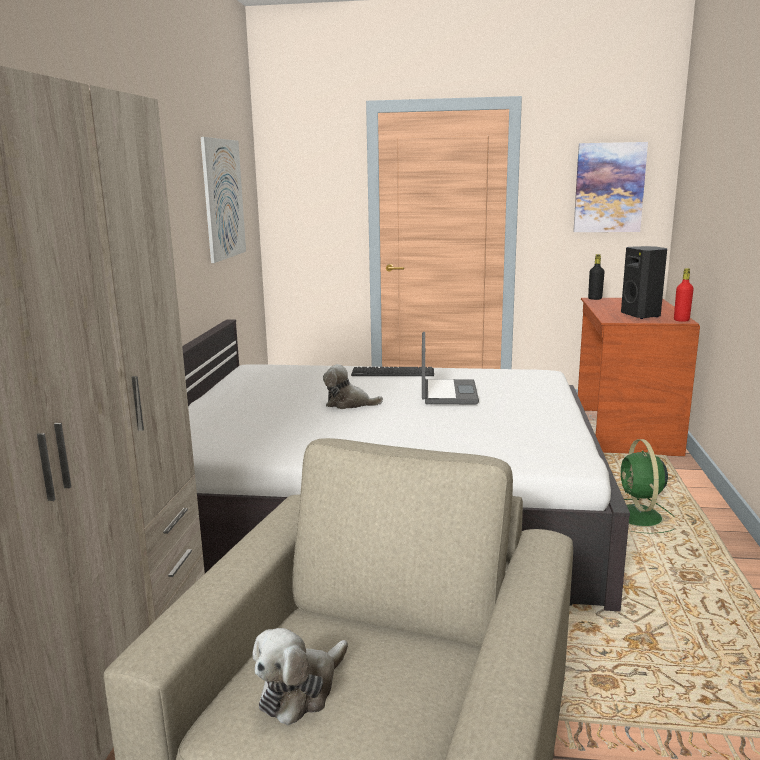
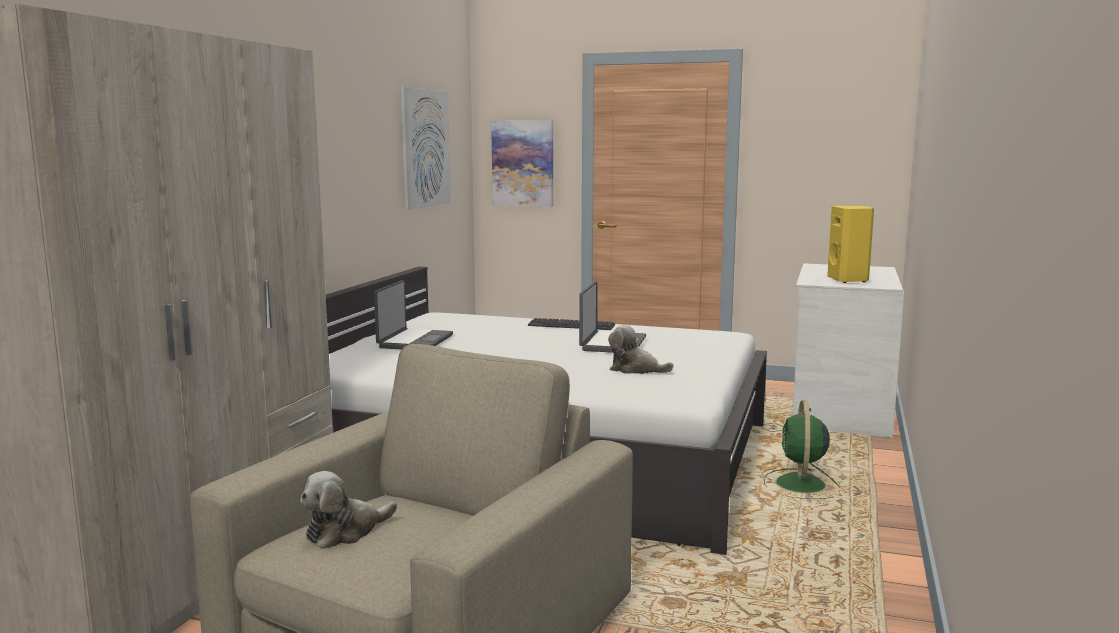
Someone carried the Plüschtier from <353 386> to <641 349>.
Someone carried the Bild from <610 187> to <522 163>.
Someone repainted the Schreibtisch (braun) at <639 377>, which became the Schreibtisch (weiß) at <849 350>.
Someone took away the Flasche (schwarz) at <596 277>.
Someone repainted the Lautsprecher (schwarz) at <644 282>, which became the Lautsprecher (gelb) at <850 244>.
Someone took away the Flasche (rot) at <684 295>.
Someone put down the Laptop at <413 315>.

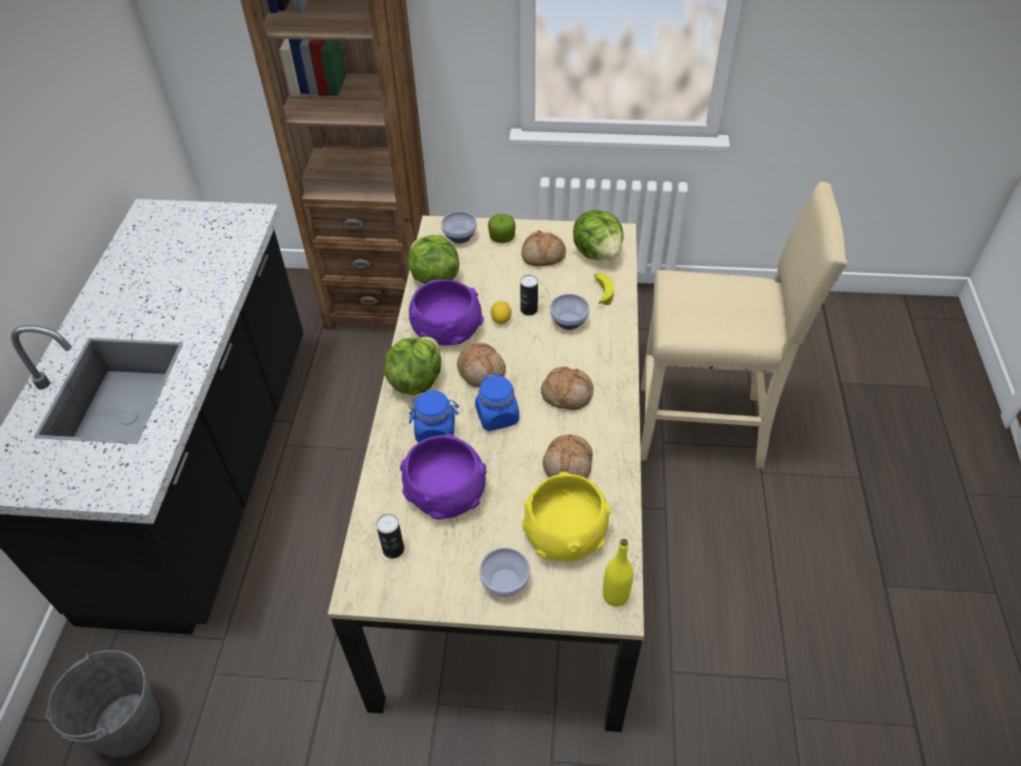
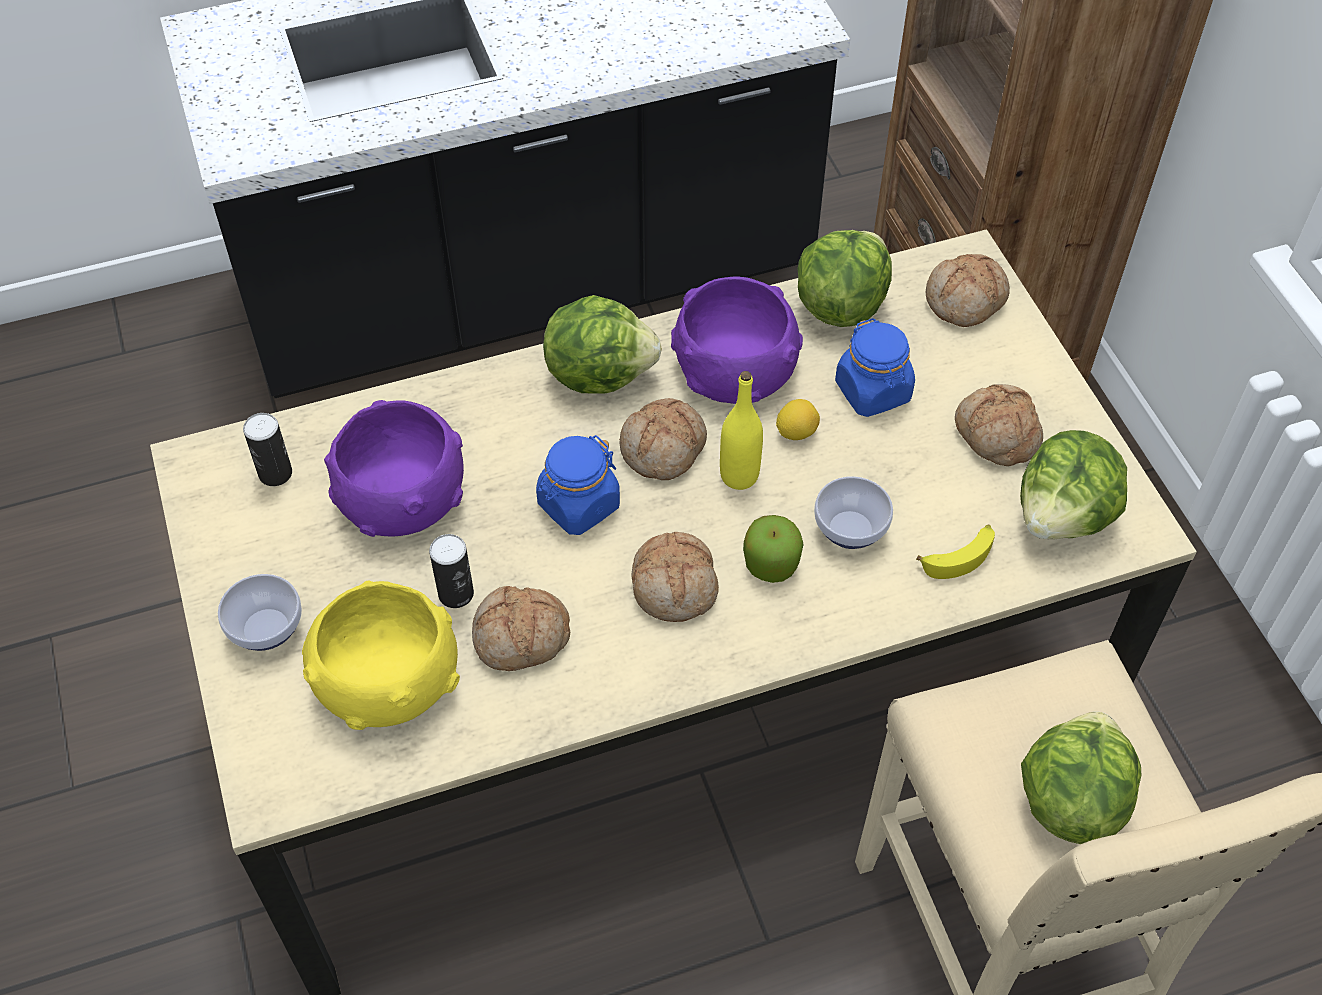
Someone took away the Eimer (grau) at <103 704>.
Someone carried the Vorratsglas (blau) from <434 416> to <875 367>.
Someone swapped the Schüssel at <459 227> for the Brot at <968 290>.
Someone carried the Apfel from <502 228> to <773 549>.
Someone carried the Dose from <529 295> to <451 571>.
Someone carried the Flasche (gelb) from <618 573> to <741 430>.
Someone put down the Salatkopf at <1081 777>.

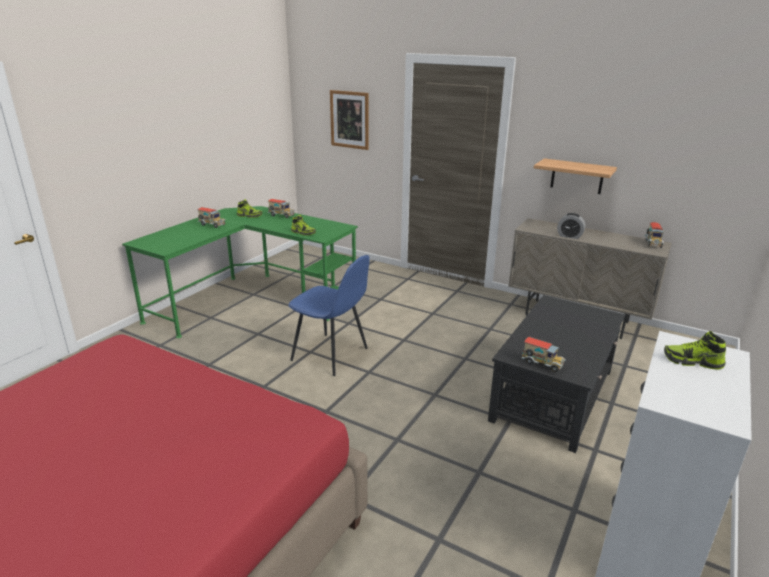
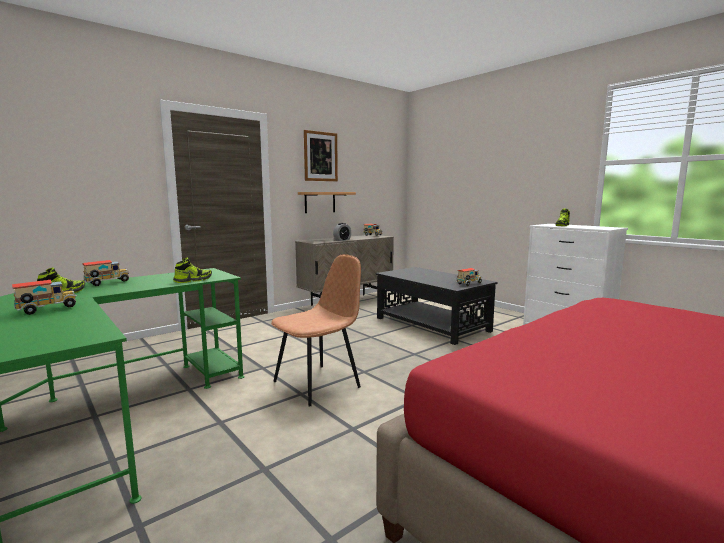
Someone repainted the Stuhl (blau) at <329 315>, which became the Stuhl (braun) at <316 330>.
Someone carried the Bild from <349 120> to <321 155>.

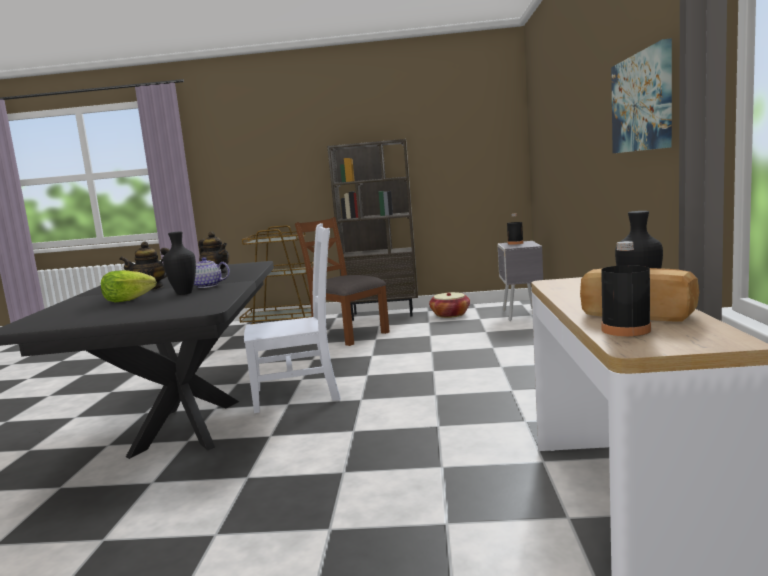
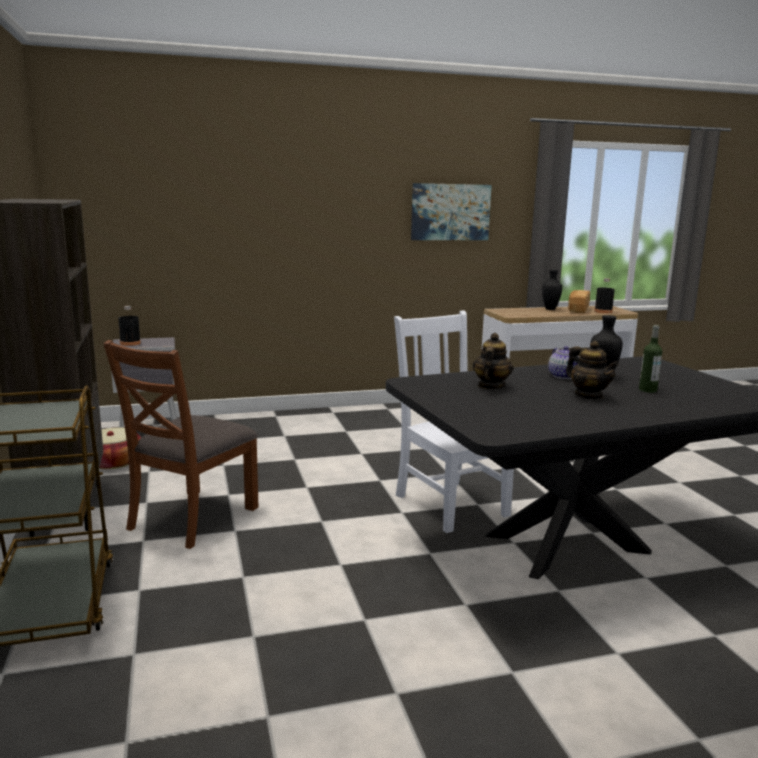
Someone swapped the Salatkopf at <129 286> for the Flasche at <650 359>.

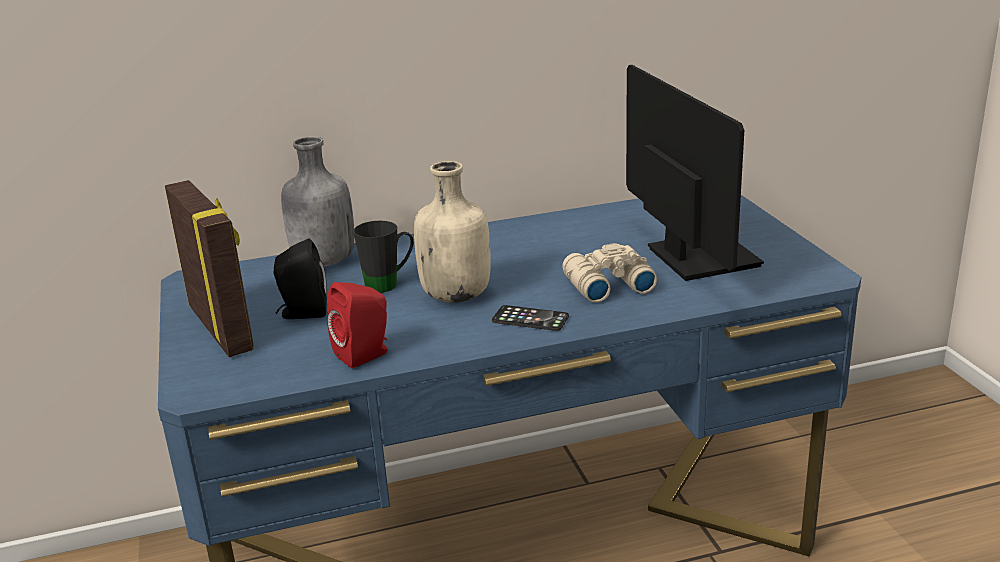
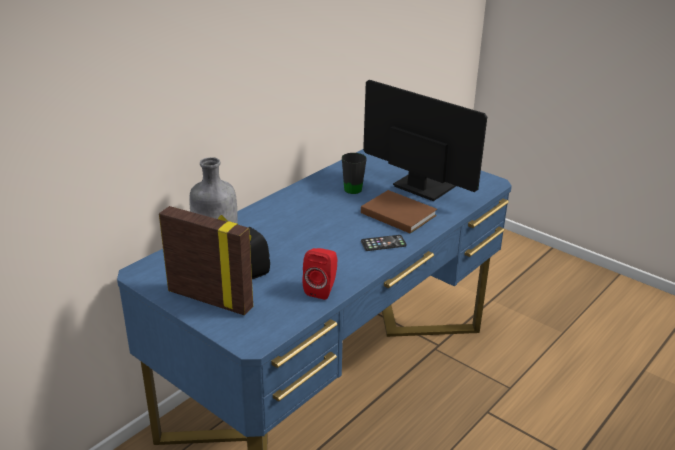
Someone carried the Henkelbecher (schwarz) from <383 257> to <354 173>.
Someone took away the Flasche (beige) at <452 232>.
Someone swapped the Fernglas (beige) at <609 273> for the Buch (braun) at <399 212>.

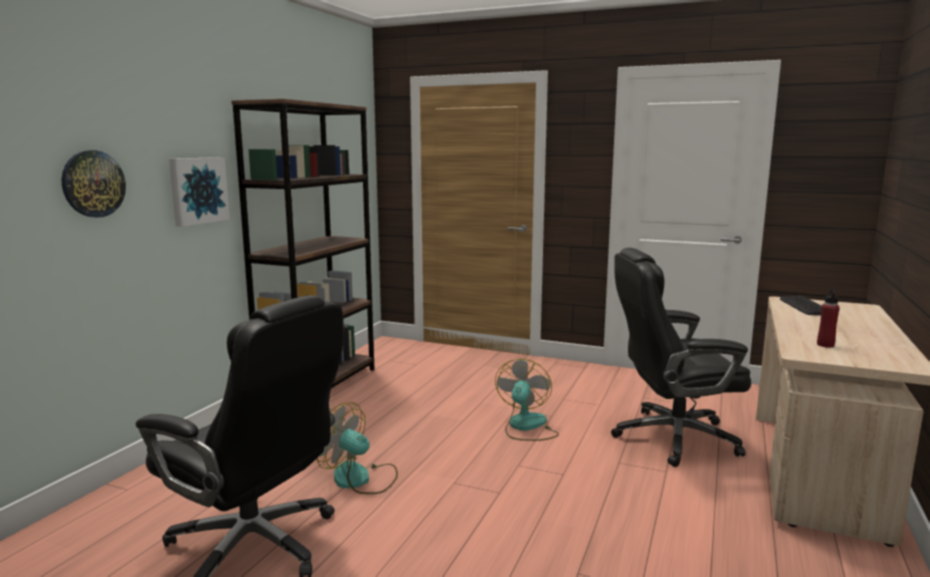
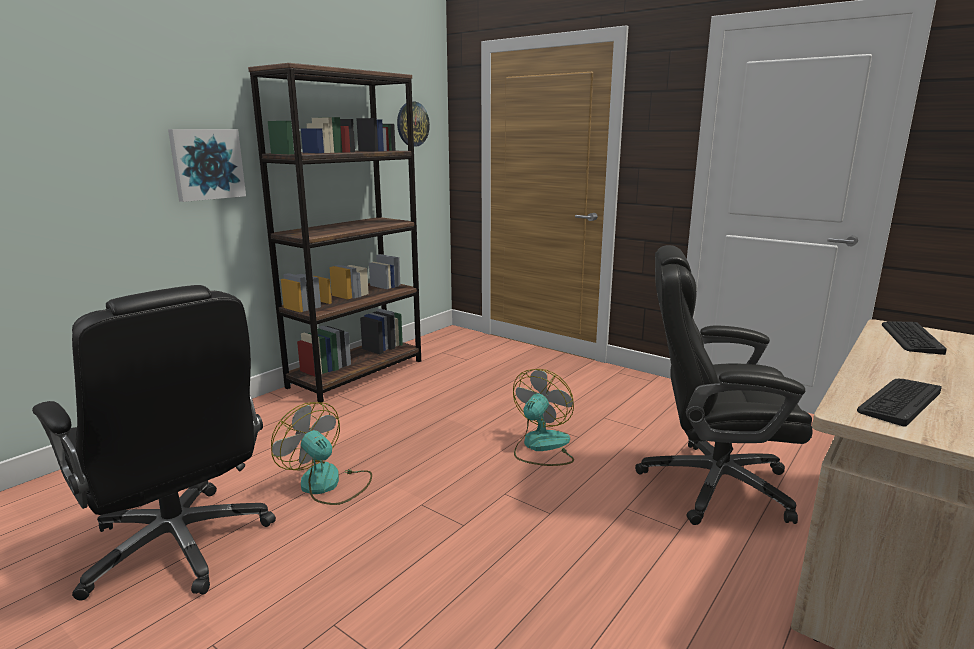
Someone carried the Wanduhr from <94 183> to <413 124>.
Someone swapped the Flasche (rot) at <828 318> for the Tastatur at <899 403>.

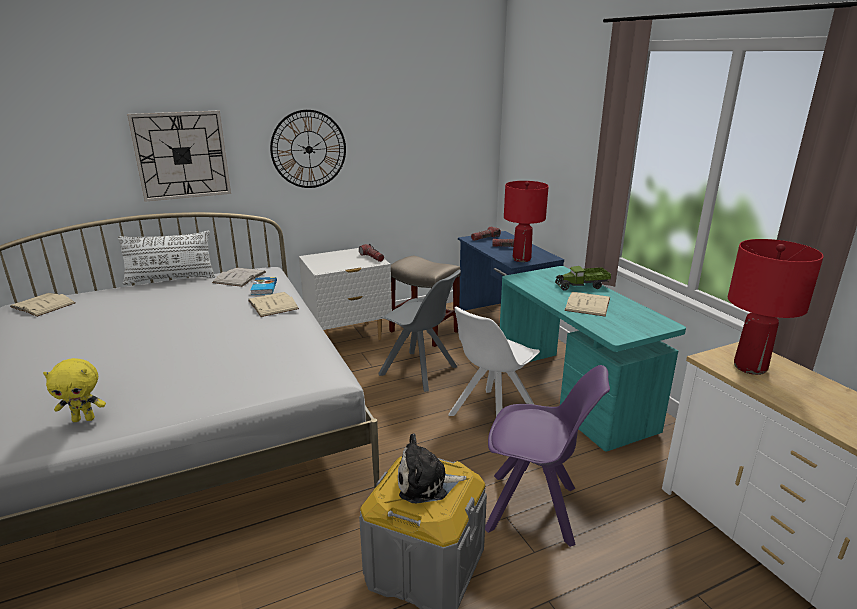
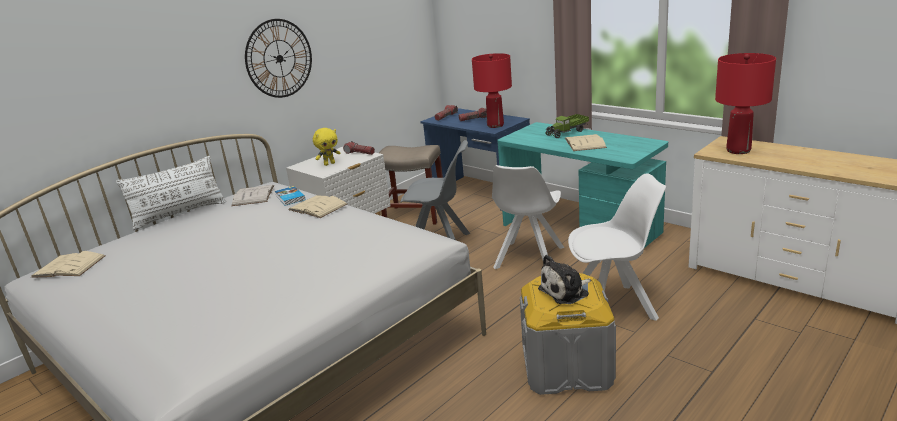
Someone carried the Plüschtier (gelb) from <74 390> to <327 147>.
Someone took away the Wanduhr at <179 156>.
Someone repainted the Stuhl (lila) at <547 456>, which became the Stuhl (weiß) at <617 247>.

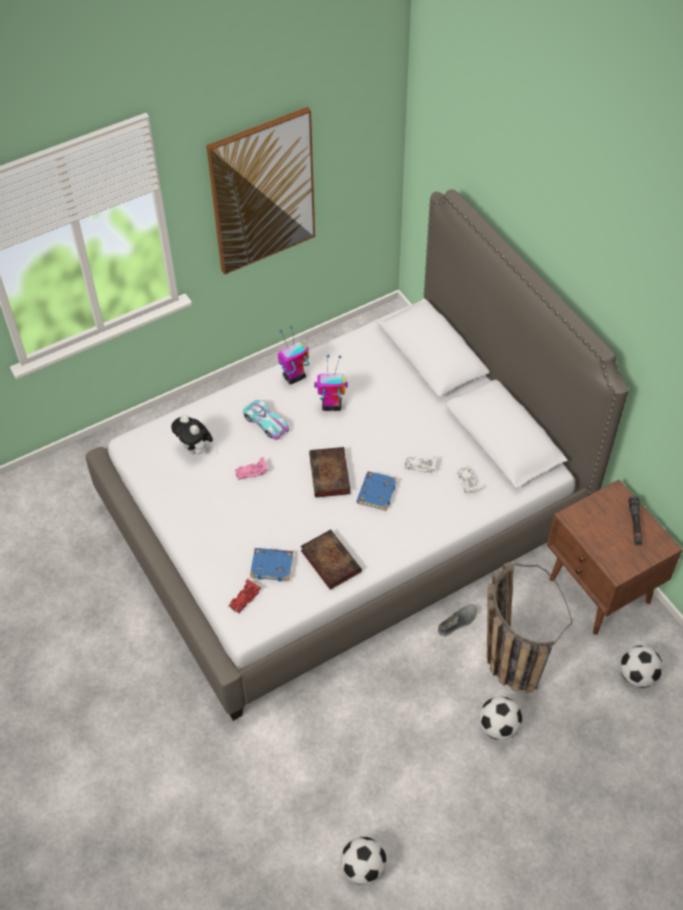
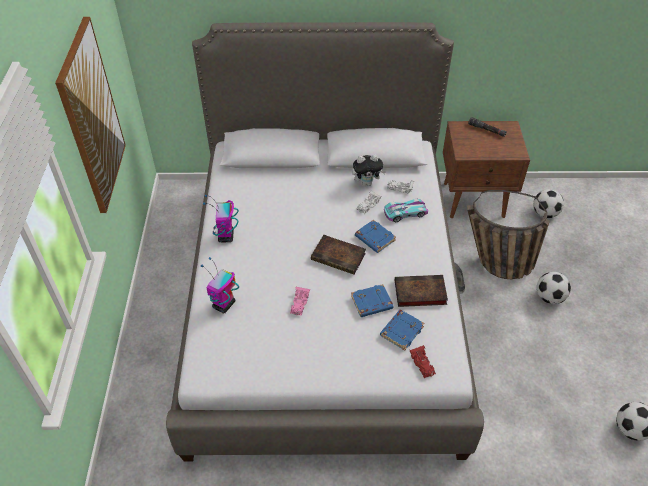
Someone carried the Plüschtier from <192 435> to <369 170>.
Someone carried the Spielzeugauto from <266 420> to <406 211>.
Someone carried the Spielzeugroboter from <331 383> to <220 285>.
Someone put down the Buch (blau) at <372 300>.

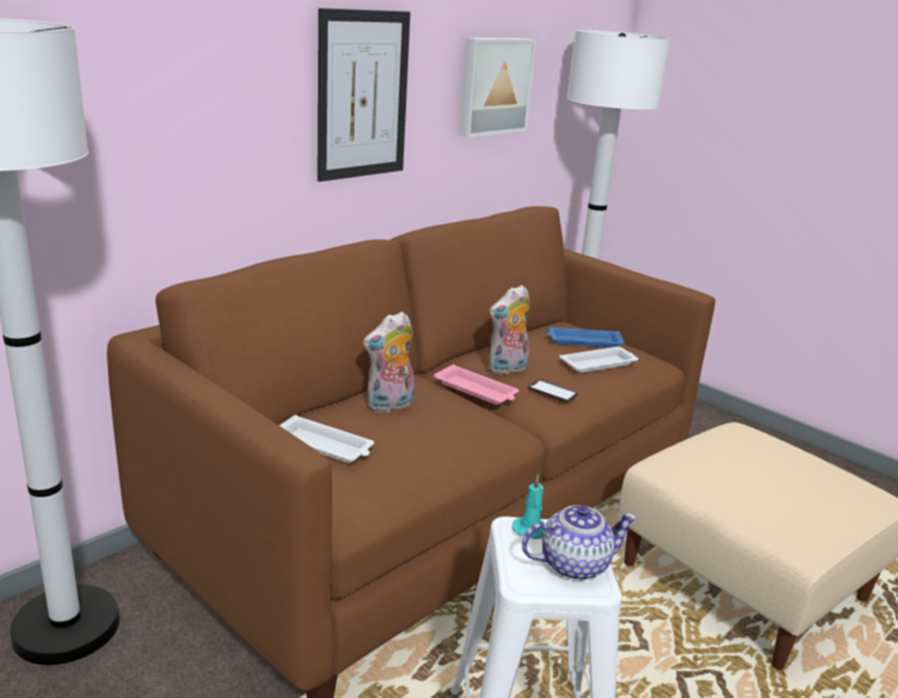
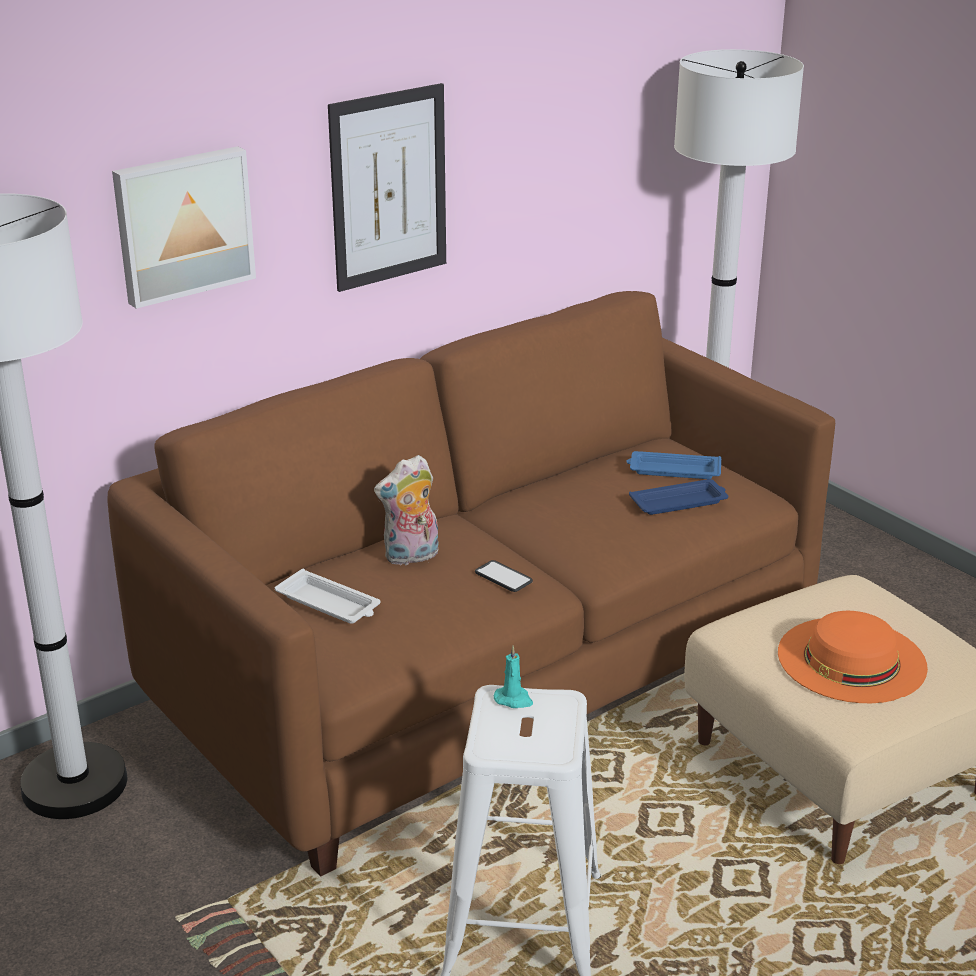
Someone took away the Tablett (rosa) at <476 384>.
Someone carried the Bild from <497 88> to <184 227>.
Someone took away the Plüschtier at <508 330>.
Someone took away the Teekanne at <579 542>.
Someone carried the Handy from <553 391> to <504 576>.
Someone repainted the Tablett (weiß) at <598 360>, which became the Tablett (blau) at <678 497>.
Someone put down the Hut (orange) at <853 657>.

